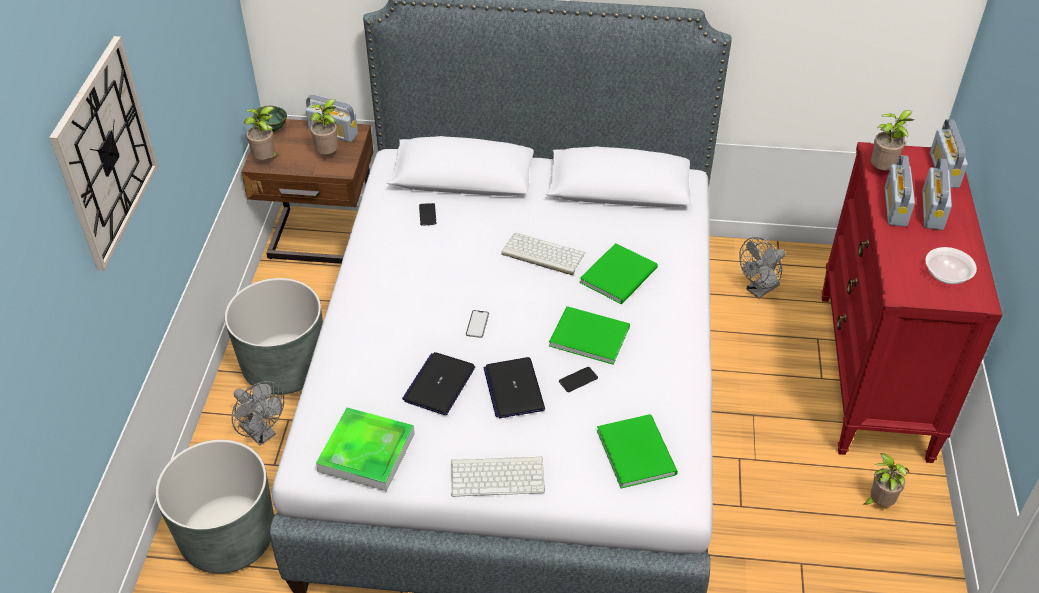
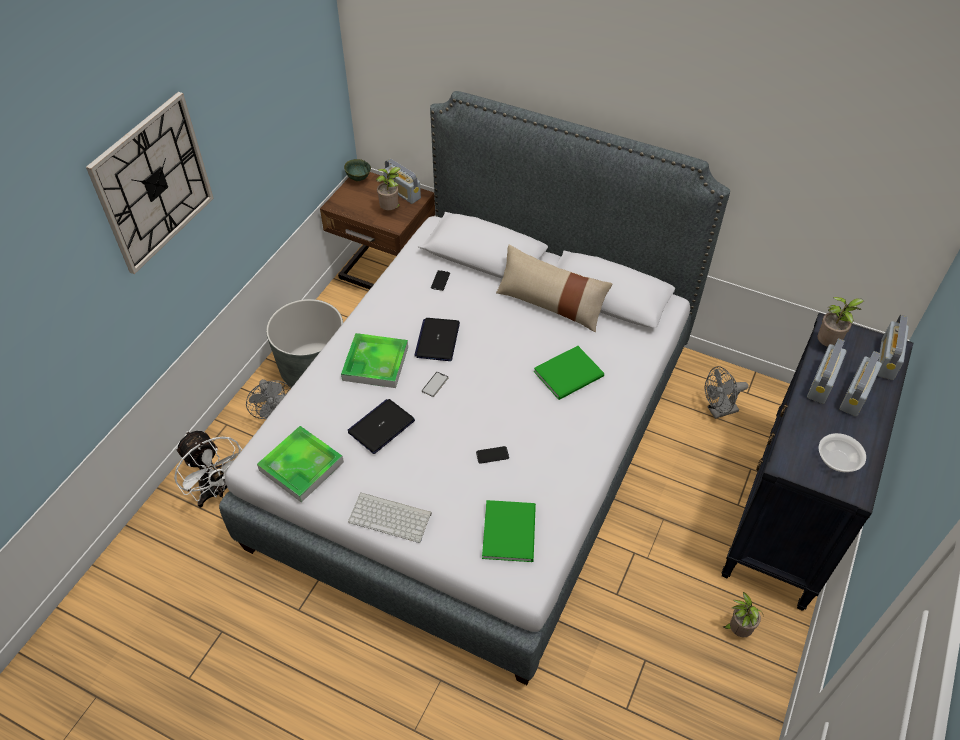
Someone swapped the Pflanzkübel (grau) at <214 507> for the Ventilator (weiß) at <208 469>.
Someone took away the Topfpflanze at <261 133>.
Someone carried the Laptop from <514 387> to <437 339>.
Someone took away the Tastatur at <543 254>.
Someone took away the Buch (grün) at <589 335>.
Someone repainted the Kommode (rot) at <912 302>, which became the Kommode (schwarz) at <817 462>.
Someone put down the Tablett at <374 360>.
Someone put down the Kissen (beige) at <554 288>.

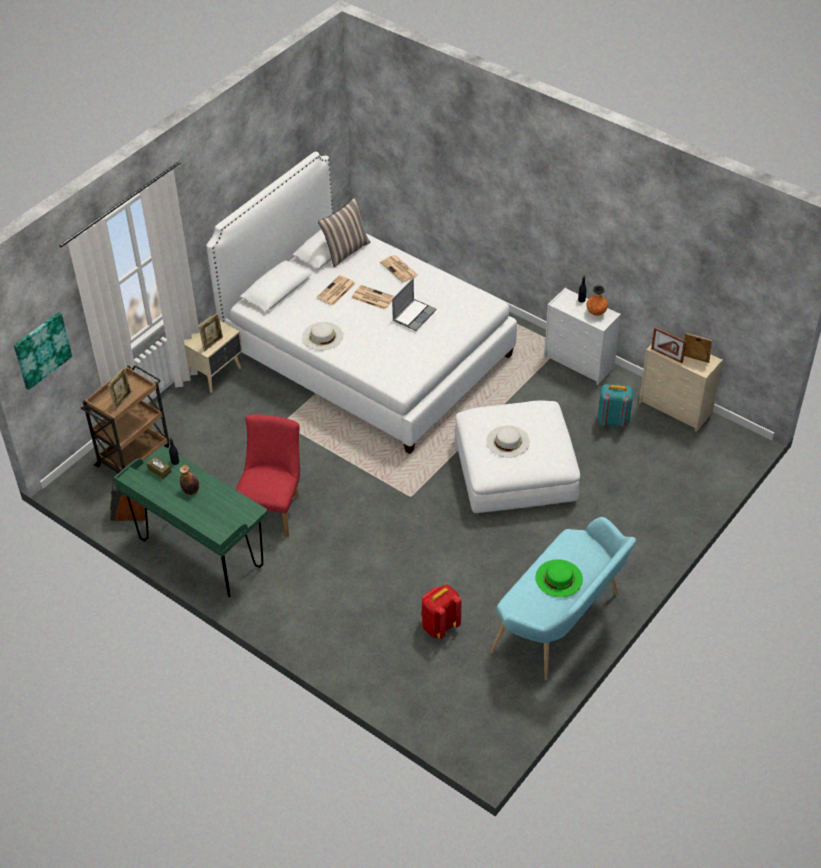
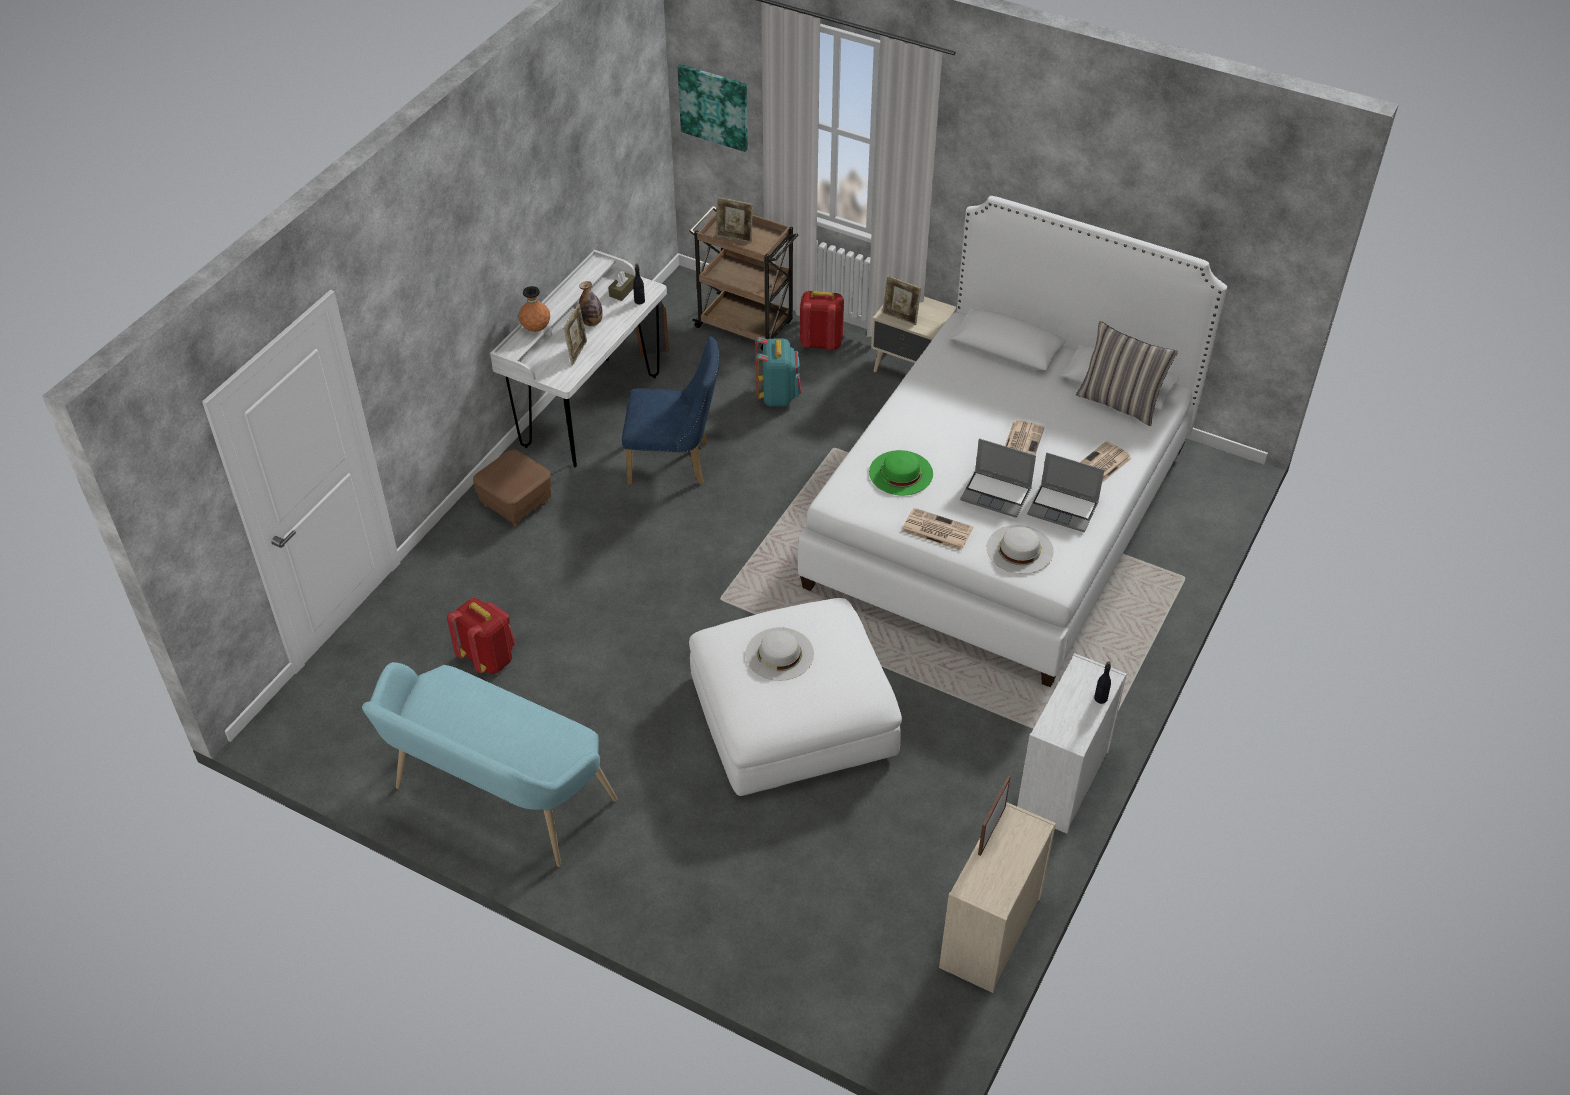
Someone repainted the Schreibtisch (grün) at <190 521>, which became the Schreibtisch (weiß) at <578 359>.
Someone repainted the Stuhl (rot) at <268 475>, which became the Stuhl (blau) at <670 410>.
Someone carried the Hut (weiß) from <322 336> to <1020 549>.
Someone carried the Zeitung from <336 290> to <937 529>.
Someone carried the Hut (grün) from <559 578> to <901 472>.
Someone carried the Vase (orange) from <597 300> to <534 309>.
Someone carried the Rucksack (türkis) from <615 405> to <778 372>.
Someone carried the Bilderrahmen from <698 348> to <575 335>.
Someone put down the Polsterhocker (braun) at <512 488>.
Someone put down the Rucksack (rot) at <822 320>.
Someone put down the Laptop at <1065 492>.

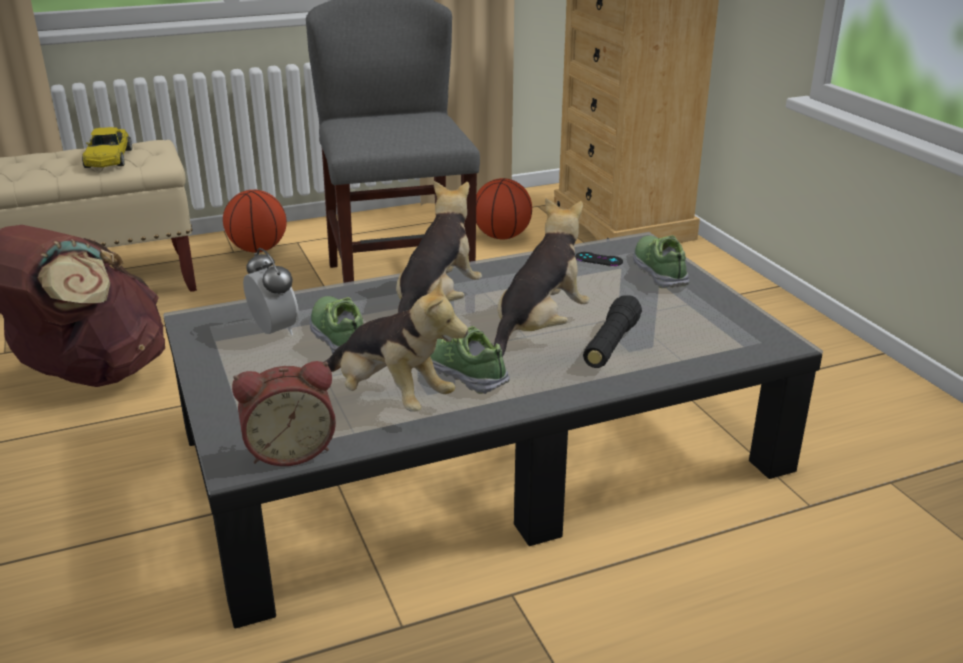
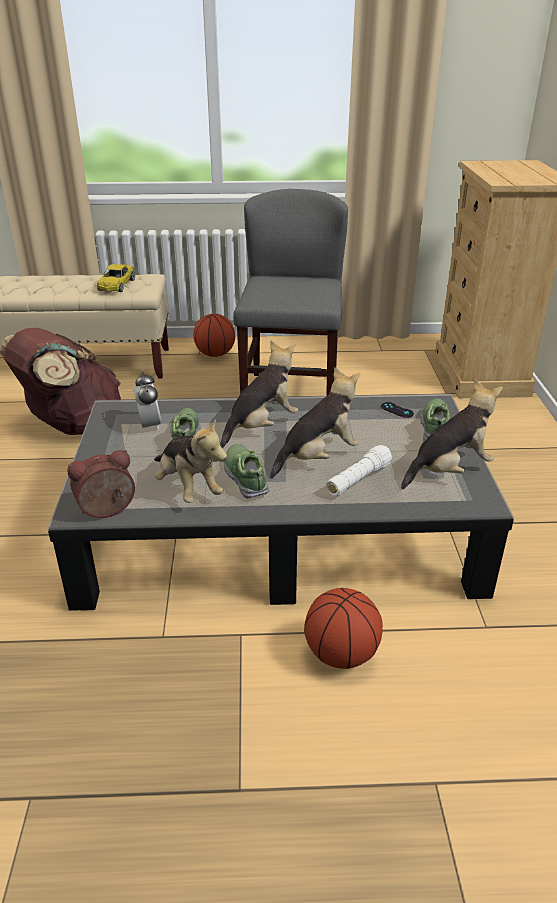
Someone rotated the Wecker at <284 413> by 150 degrees clockwise.
Someone carried the Basketball from <504 209> to <343 628>.
Someone repainted the Taschenlampe (schwarz) at <612 331>, which became the Taschenlampe (weiß) at <359 470>.
Someone put down the Plüschtier at <452 434>.

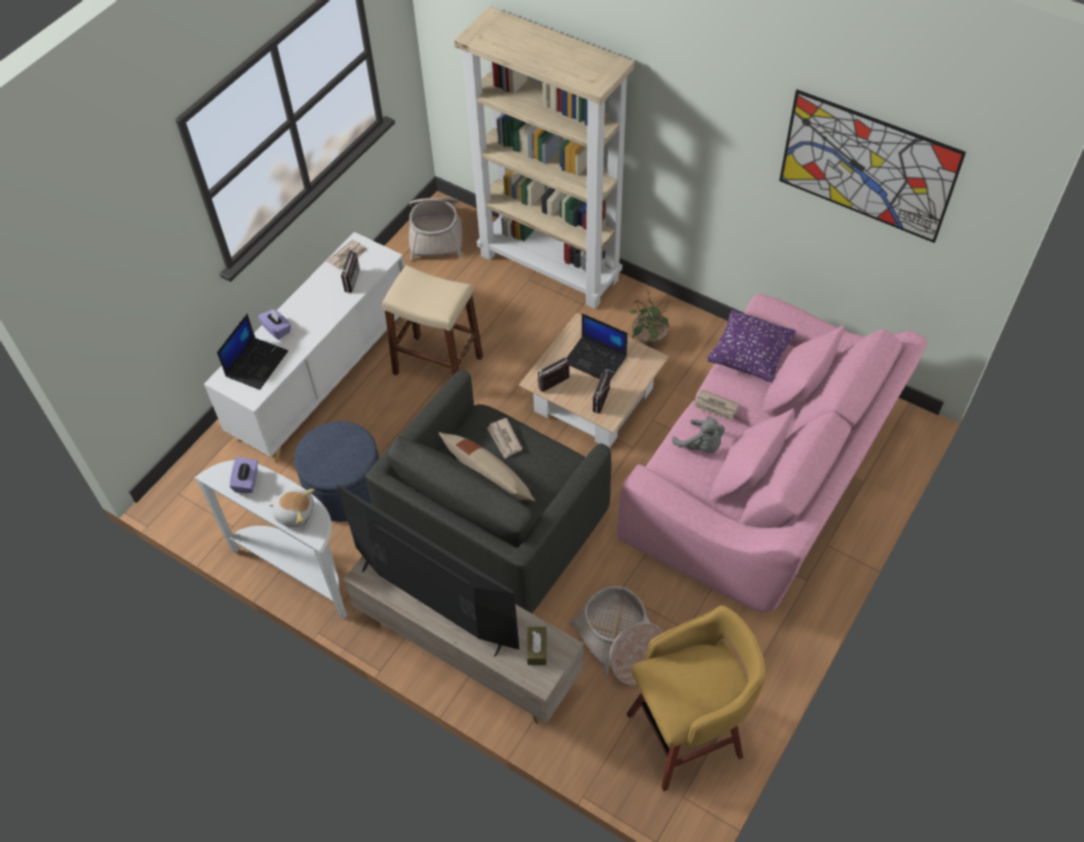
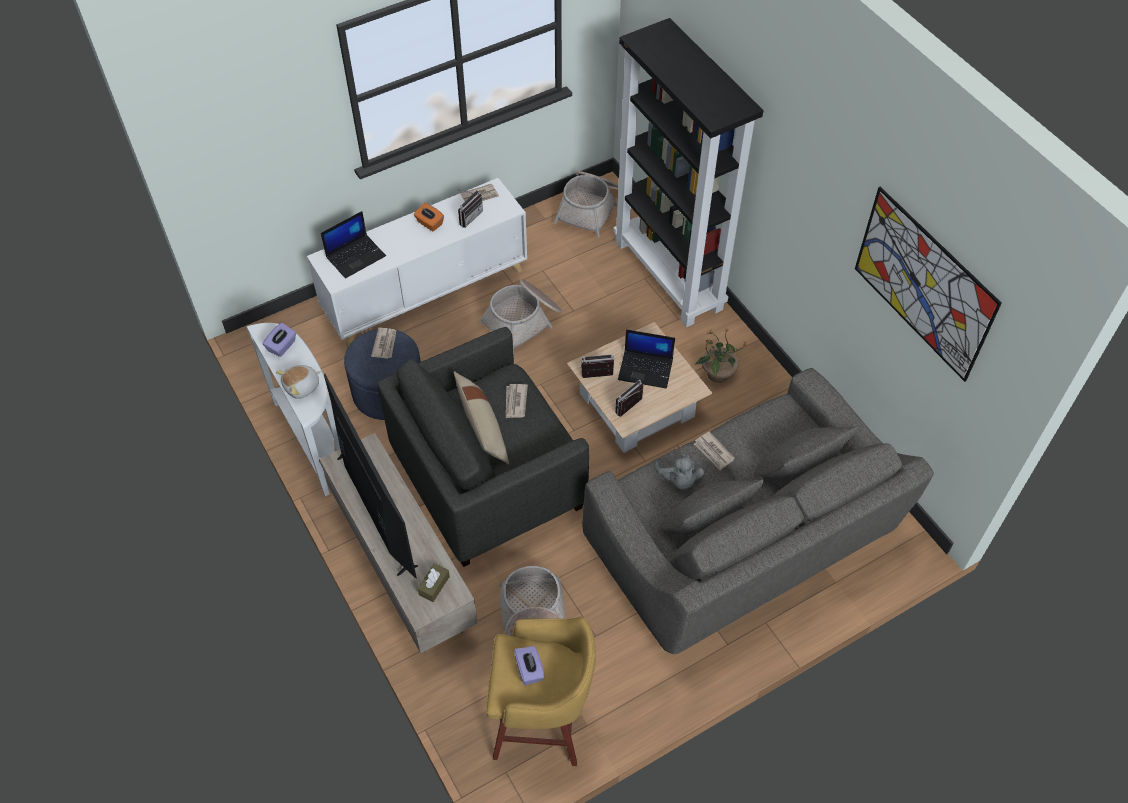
Someone carried the Taschentuchbox (lila) from <274 324> to <529 665>.
Someone rotated the Plüschtier at <292 508> by 105 degrees clockwise.
Someone swapped the Hocker (beige) at <432 320> for the Korb at <520 316>.
Someone repainted the Bücherregal (beige) at <544 157>, which became the Bücherregal (schwarz) at <688 172>.
Someone rotated the Laptop at <597 346> by 45 degrees counterclockwise.
Someone repainted the Sofa (rosa) at <772 452>, which became the Sofa (grau) at <758 511>.
Someone took away the Kissen (lila) at <751 346>.
Someone put down the Zeitung at <383 343>.
Someone put down the Taschentuchbox (orange) at <429 217>.

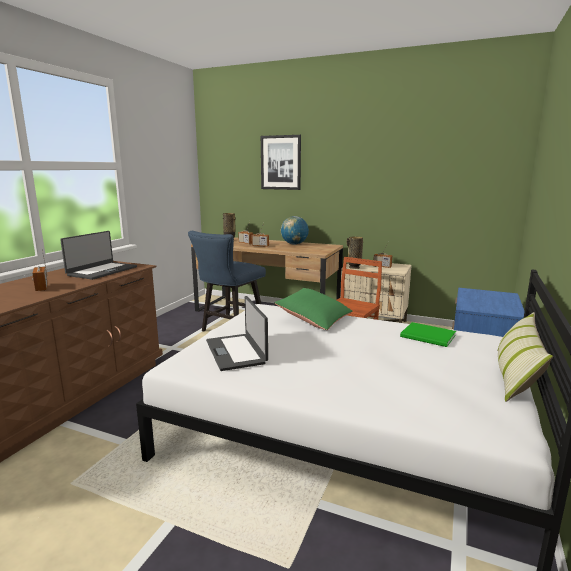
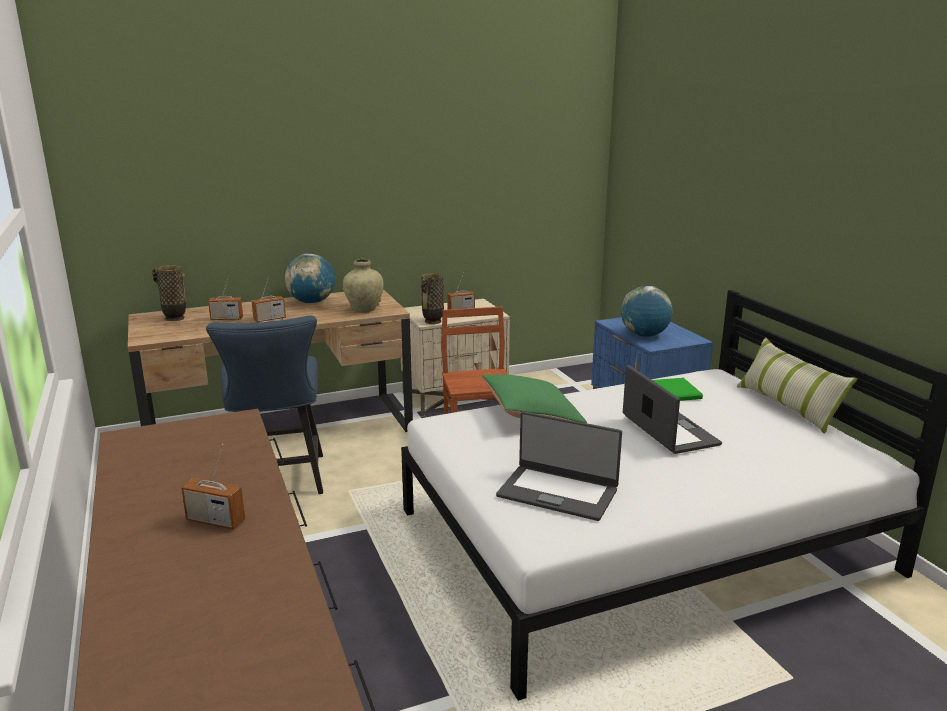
Someone carried the Laptop from <98 255> to <672 409>.
Someone took away the Bild at <281 162>.
Someone put down the Vase (beige) at <363 286>.
Someone put down the Globus at <647 311>.

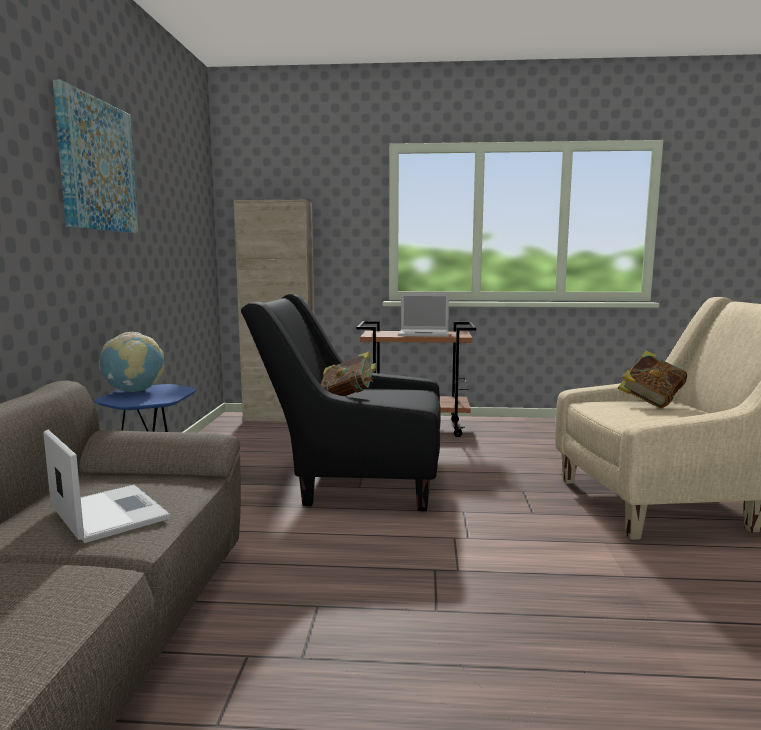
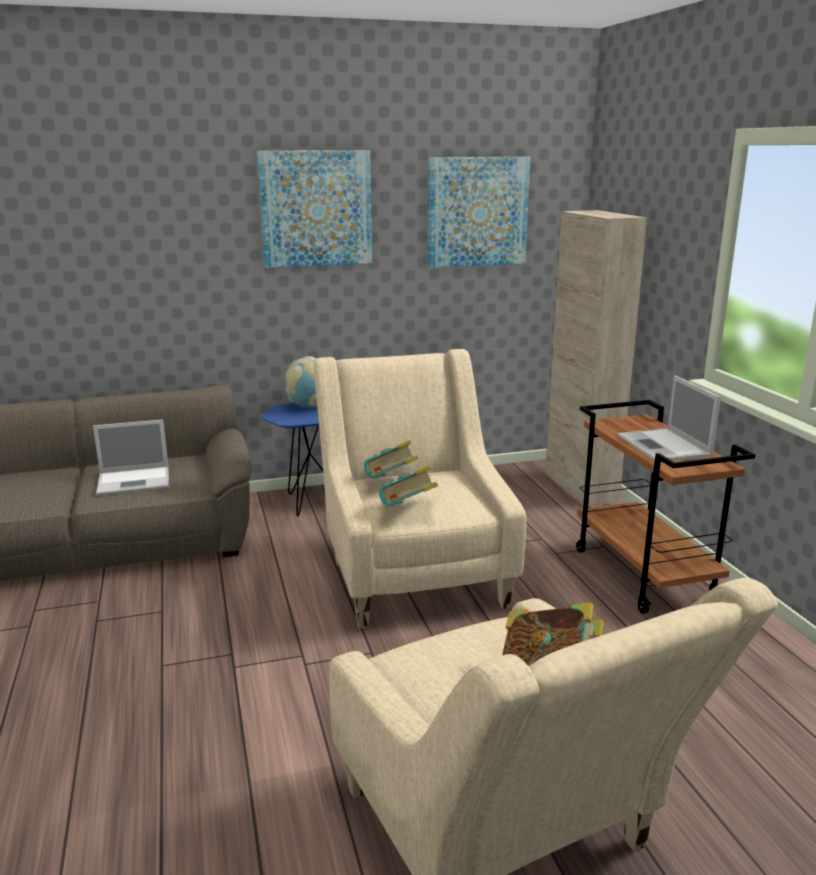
Someone rotated the Laptop at <106 486> by 45 degrees clockwise.
Someone repainted the Sessel (schwarz) at <341 402>, which became the Sessel (beige) at <420 489>.
Someone put down the Buch at <408 486>.
Someone put up the Bild at <479 212>.

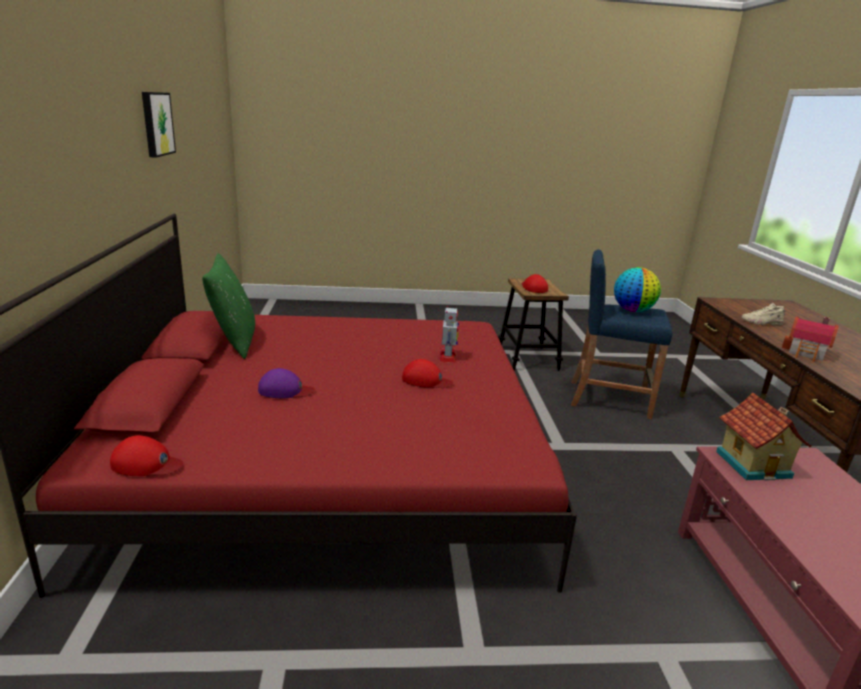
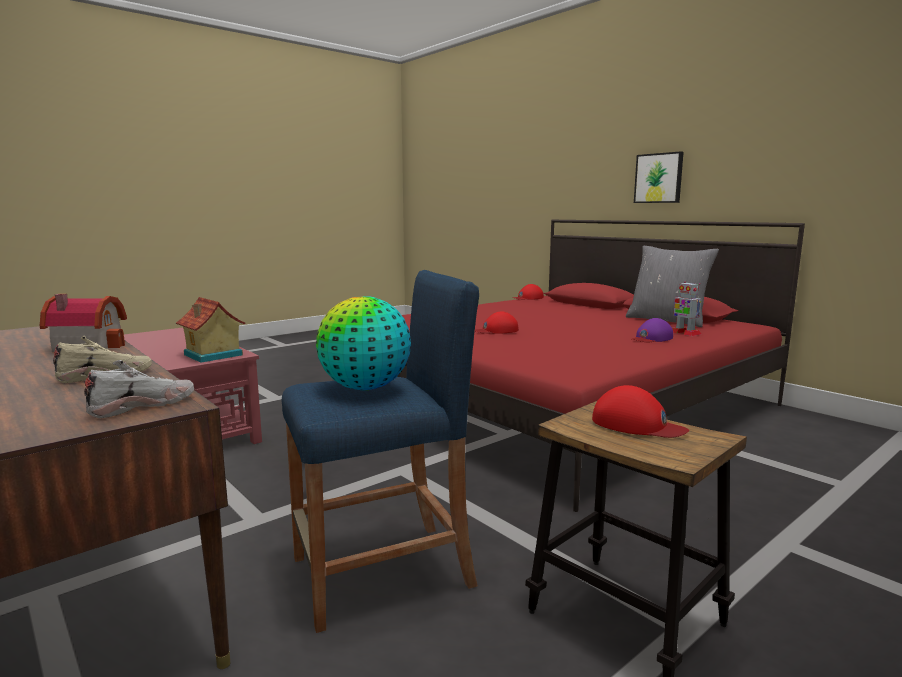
Someone carried the Bild from <159 125> to <659 177>.
Someone repainted the Kissen (grün) at <228 306>, which became the Kissen (grau) at <672 286>.
Someone carried the Kappe (lila) from <286 383> to <652 330>.
Someone carried the Spielzeugroboter from <449 334> to <686 308>.
Someone put down the Schuh (weiß) at <139 389>.

